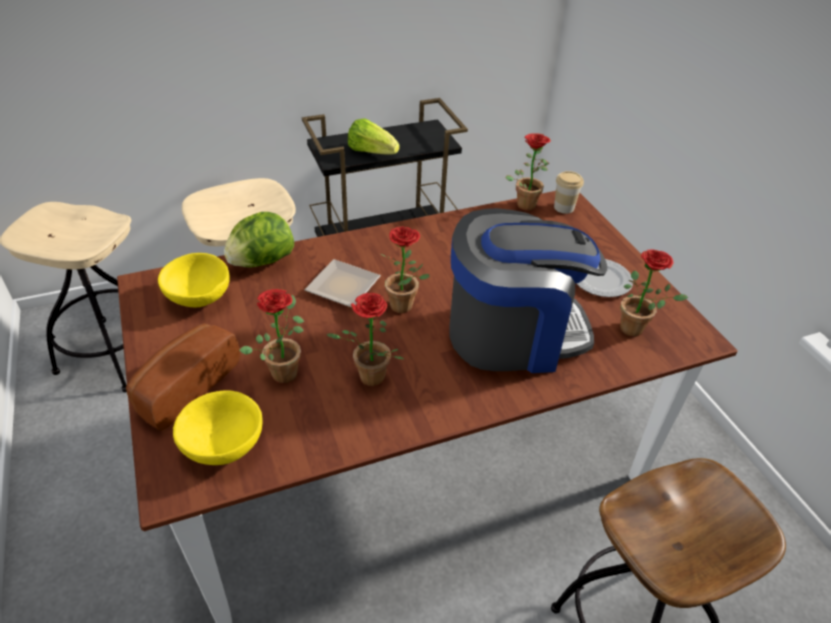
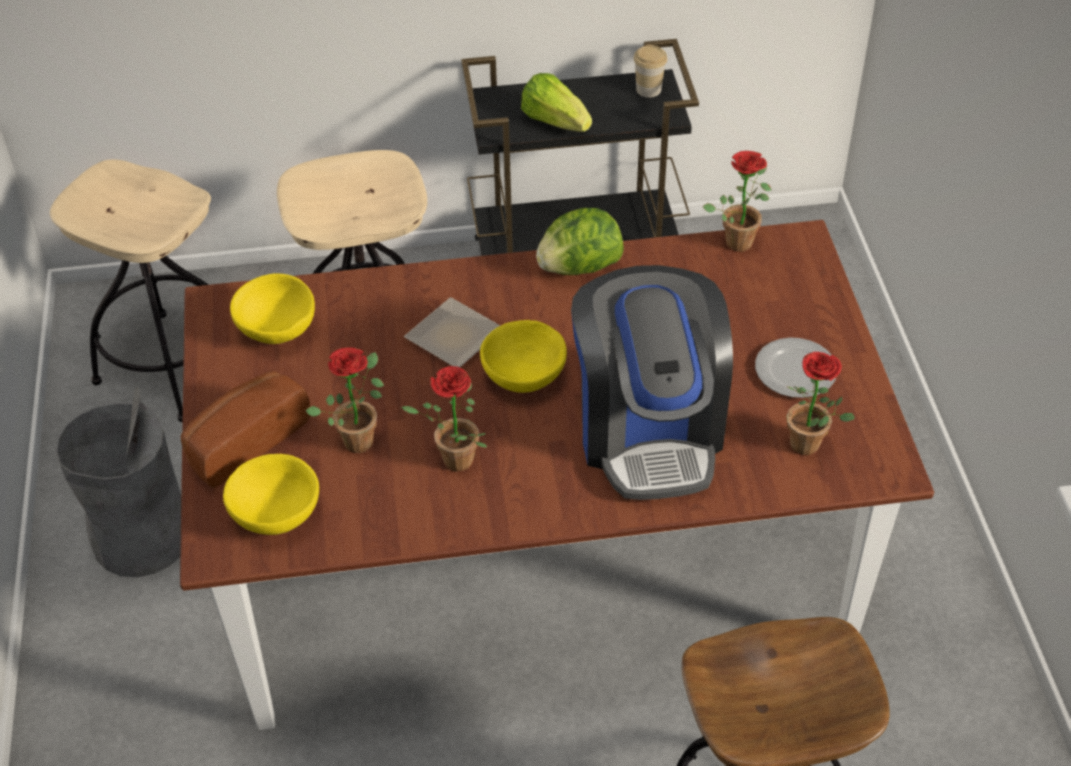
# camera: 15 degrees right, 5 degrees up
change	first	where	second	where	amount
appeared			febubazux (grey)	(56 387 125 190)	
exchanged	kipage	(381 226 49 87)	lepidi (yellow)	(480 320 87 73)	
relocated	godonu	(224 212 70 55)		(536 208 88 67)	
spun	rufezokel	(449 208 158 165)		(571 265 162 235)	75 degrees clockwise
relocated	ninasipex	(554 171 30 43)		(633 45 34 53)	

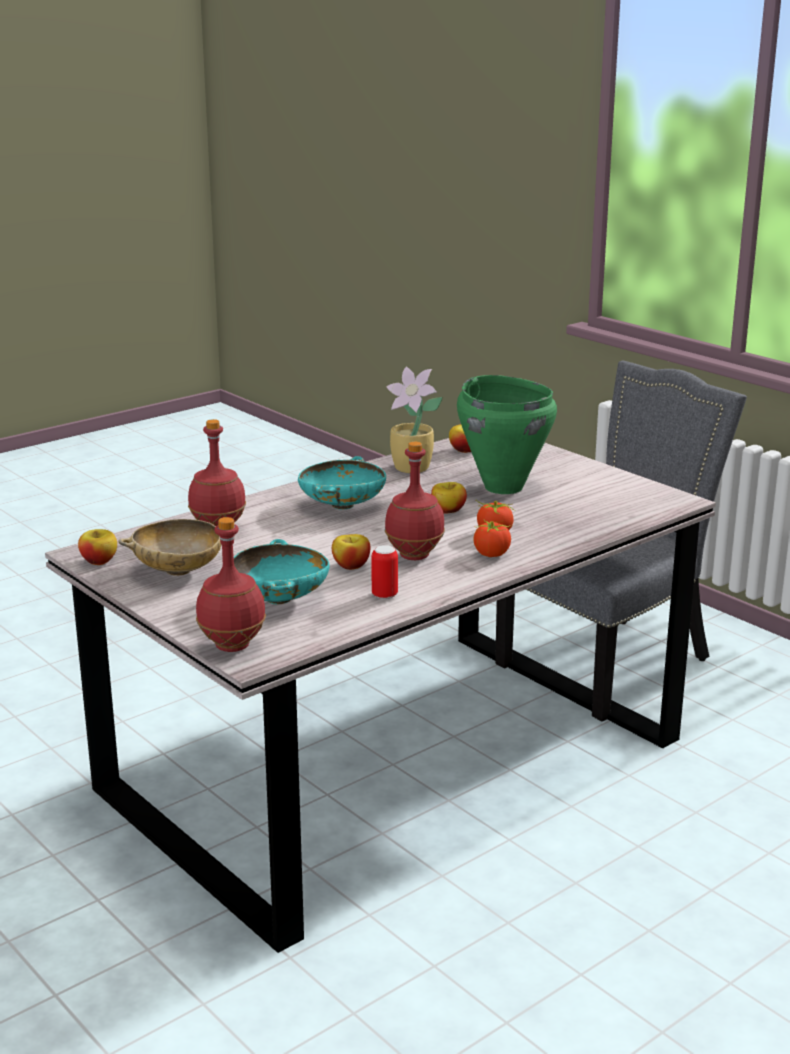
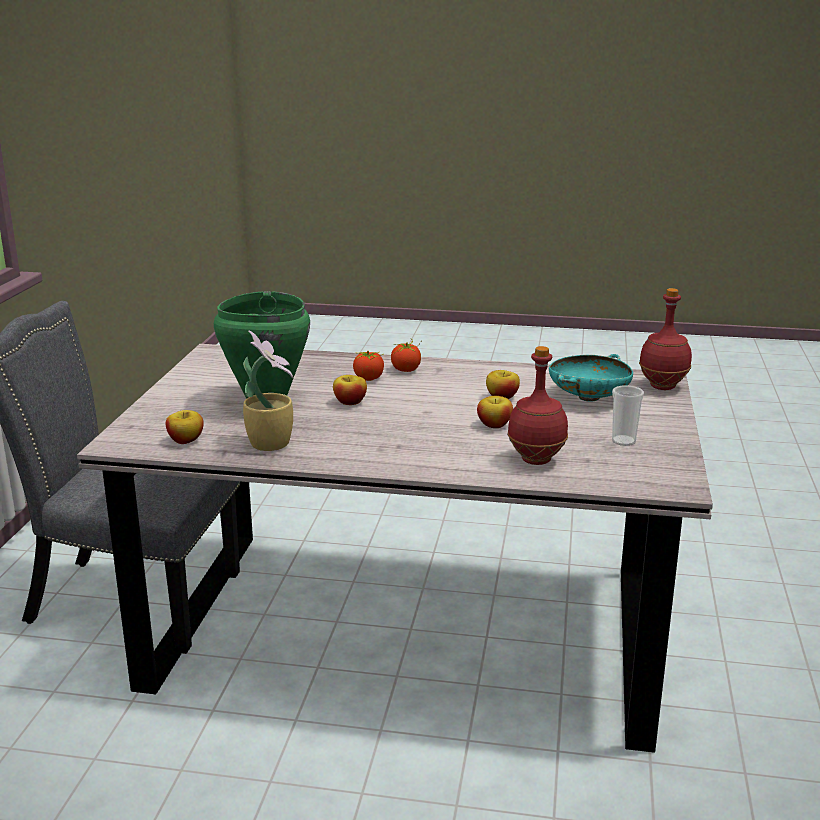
# camera: 130 degrees left, 0 degrees up
change	first	where	second	where	amount
relocated	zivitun	(78 529 39 36)		(477 396 36 32)	
exchanged	lepidi (beige)	(118 519 103 57)	ninasipex	(612 385 32 61)	
missing	lepidi (turquoise)	(298 456 88 54)			
missing	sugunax	(371 545 27 54)			
missing	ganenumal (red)	(385 442 60 118)			

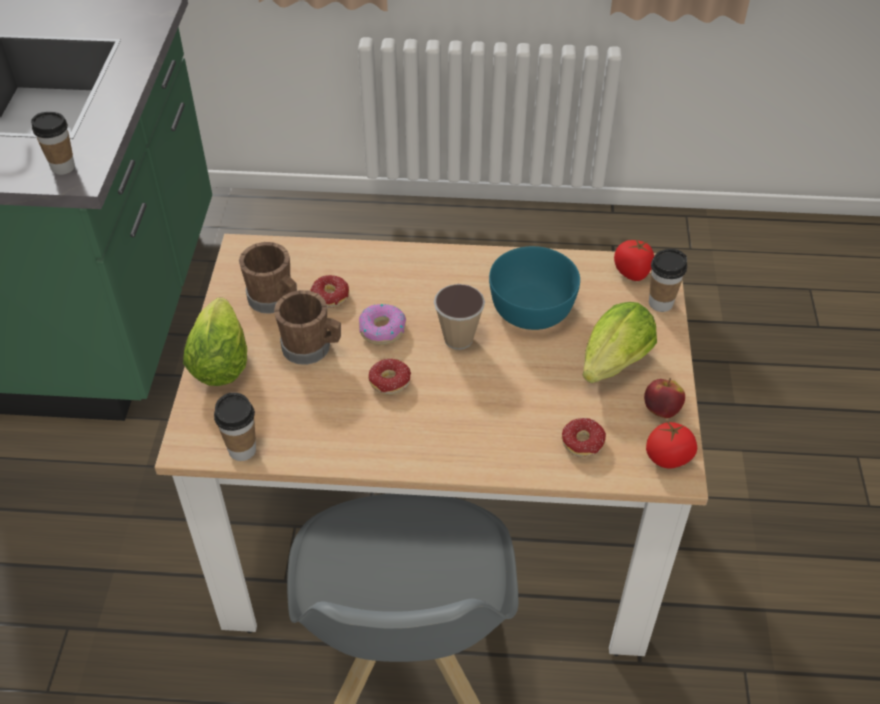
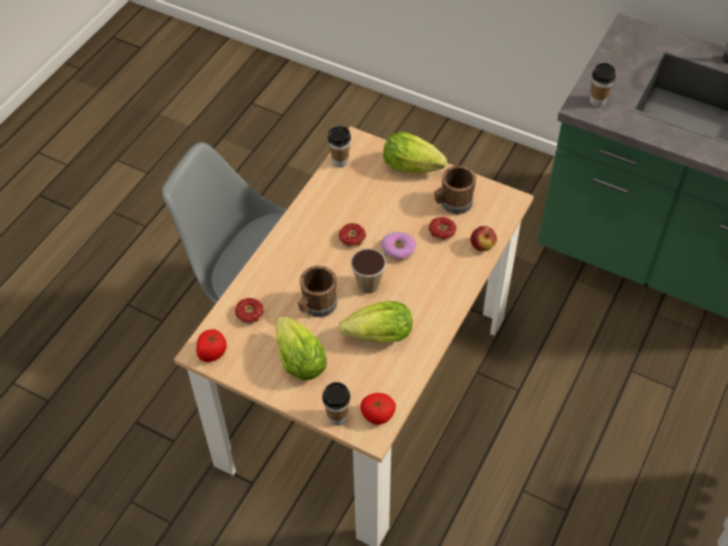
# camera: 115 degrees right, 5 degrees up
change	first	where	second	where	amount
relocated	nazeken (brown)	(274 290 67 75)		(298 266 39 51)	
exchanged	lepidi (turquoise)	(489 246 91 84)	godonu	(339 301 74 41)	
relocated	zivitun	(644 378 41 40)		(470 226 27 25)	

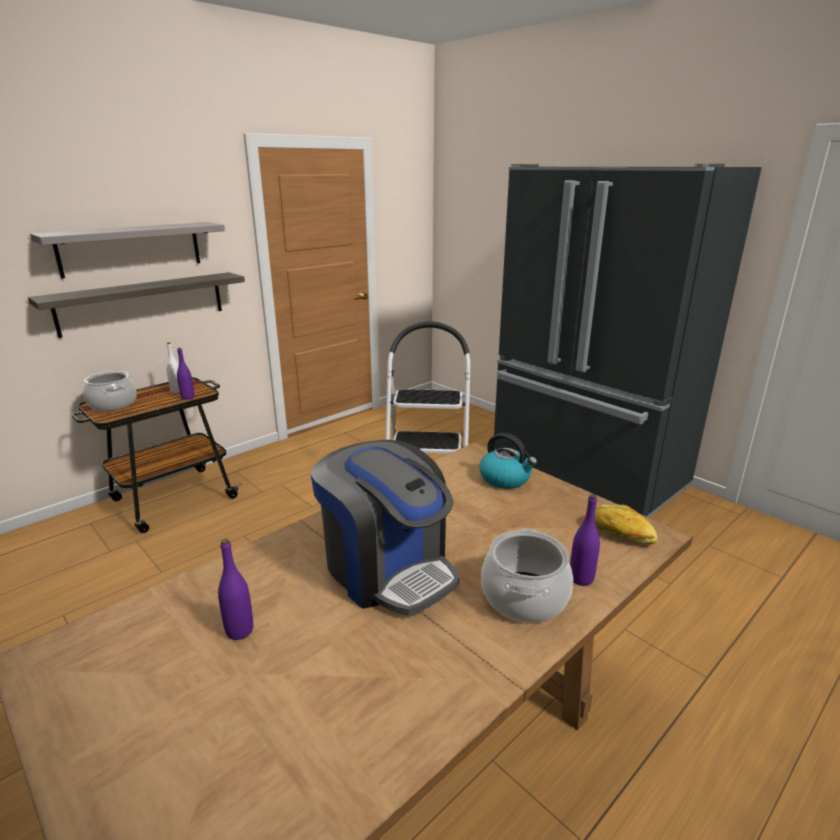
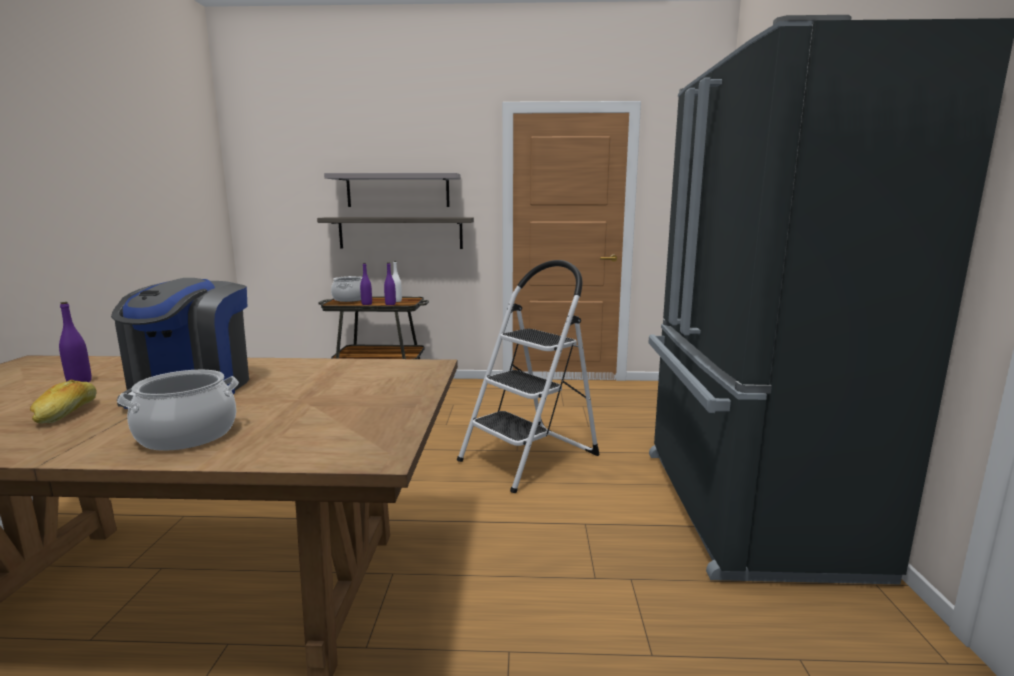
# camera: 45 degrees right, 10 degrees down
change	first	where	second	where	amount
relocated	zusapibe	(595 505 62 39)		(30 379 67 44)	
relocated	ganenumal (purple)	(570 494 30 92)		(360 263 12 42)	
missing	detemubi	(479 433 58 56)			

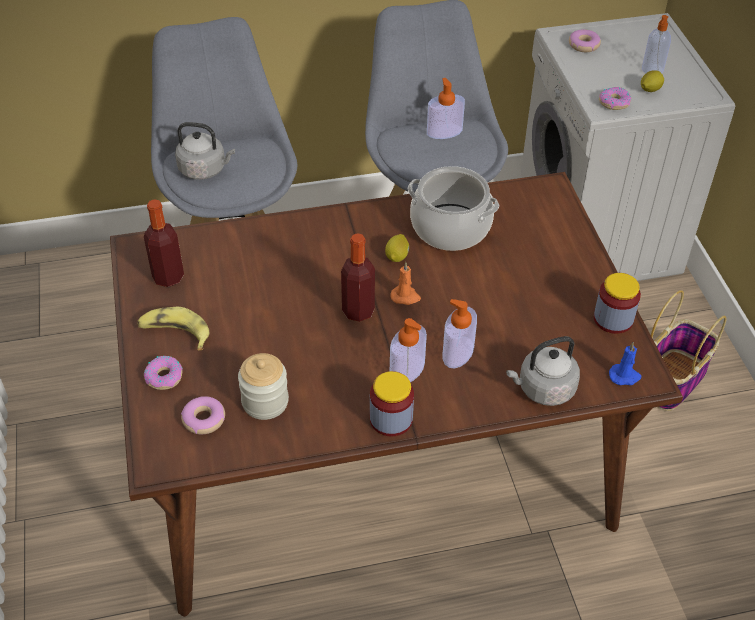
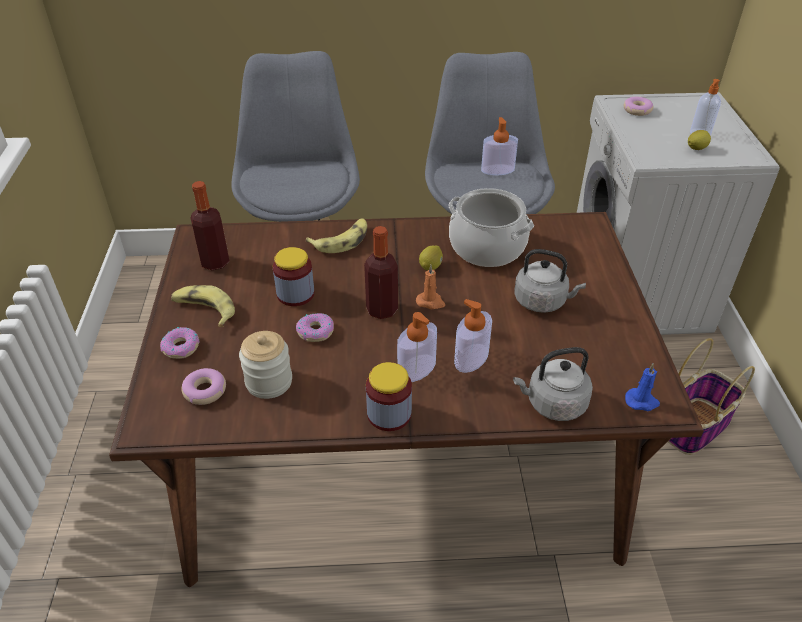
# camera: 10 degrees right, 5 degrees down
change	first	where	second	where	amount
relocated	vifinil	(594 273 47 61)		(273 247 41 59)	
relocated	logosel	(599 87 32 23)		(296 313 38 29)	
appeared			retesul	(306 218 61 35)	
relocated	detemubi (grey)	(175 122 60 58)		(514 249 72 64)	

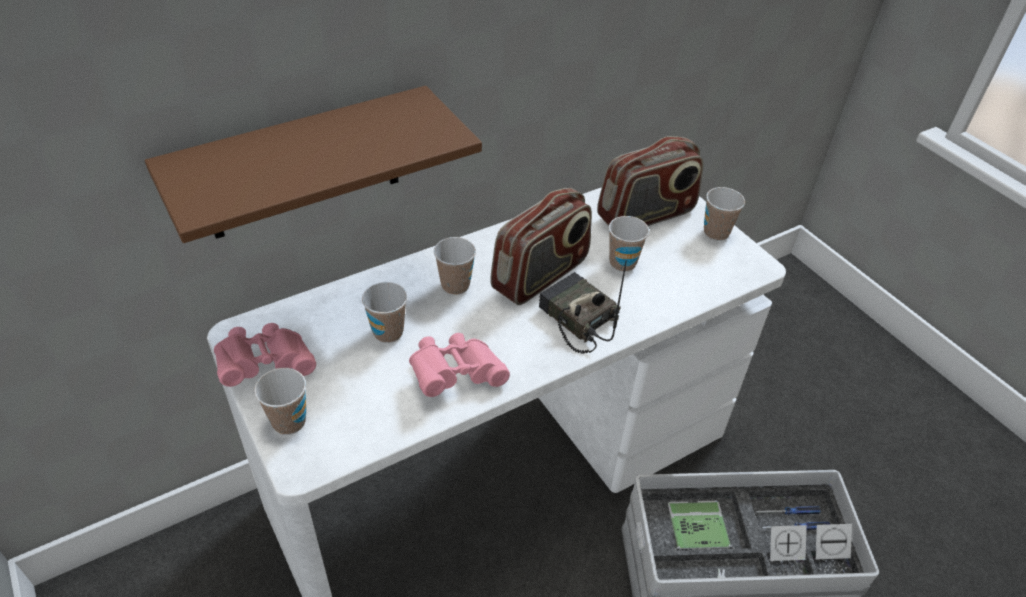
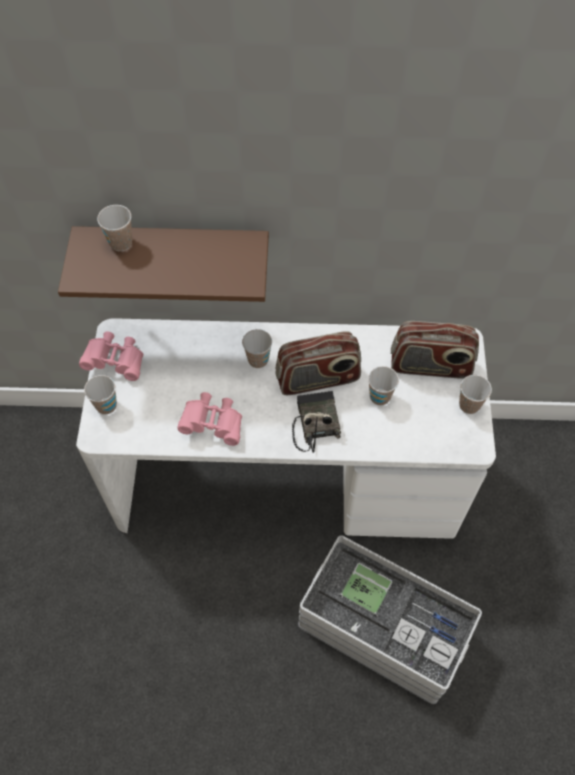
# camera: 35 degrees right, 15 degrees up
change	first	where	second	where	amount
relocated	ninasipex	(362 282 45 61)		(97 205 35 46)	

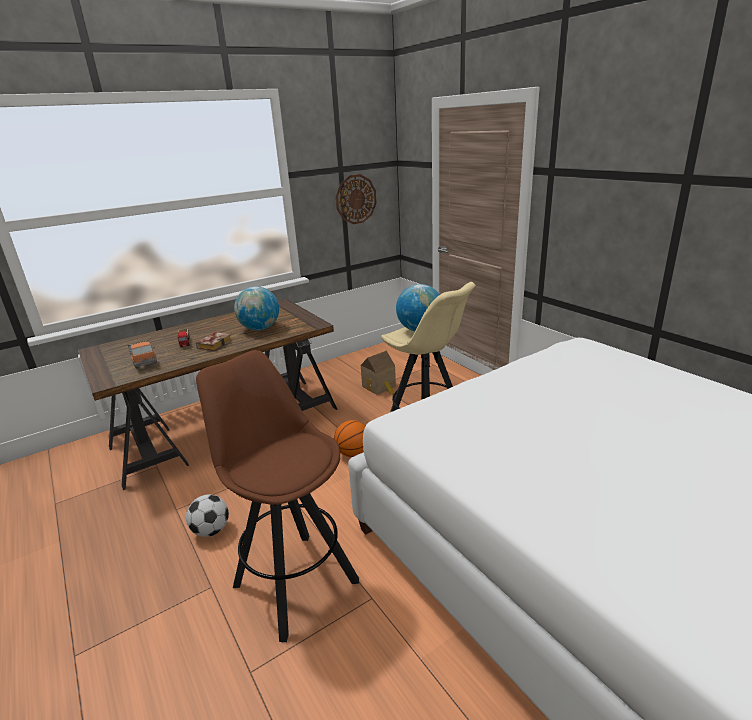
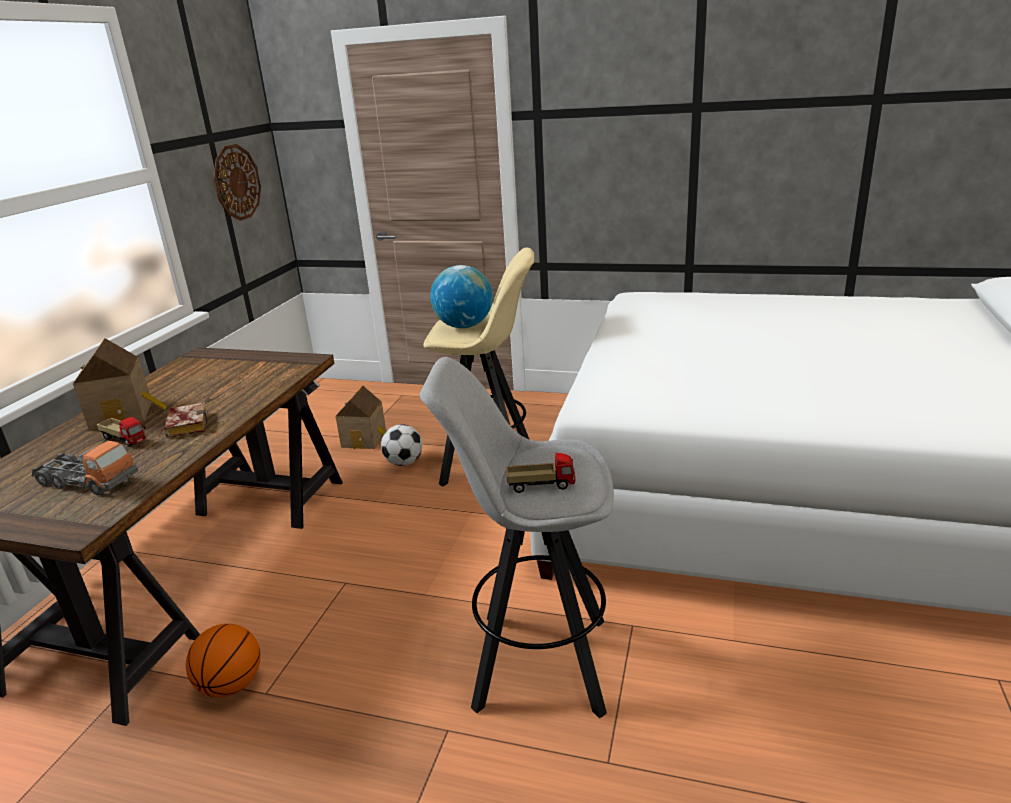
# camera: 40 degrees left, 0 degrees up
change	first	where	second	where	amount
appeared			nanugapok	(73 338 94 93)	
relocated	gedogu	(334 420 31 37)		(186 624 74 74)	
relocated	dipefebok	(186 494 43 43)		(381 424 42 42)	
colour	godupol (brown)	(196 350 163 292)	godupol (grey)	(420 357 194 361)	
appeared			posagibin	(506 453 70 40)	
missing	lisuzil	(234 286 45 44)			

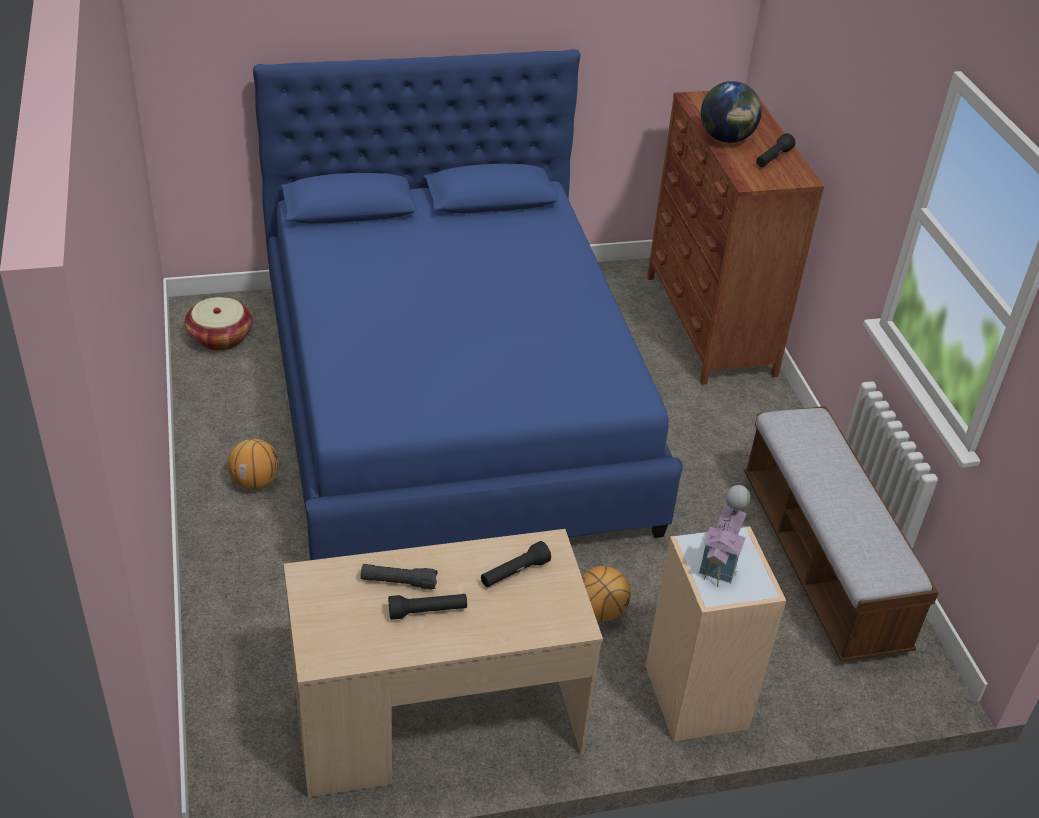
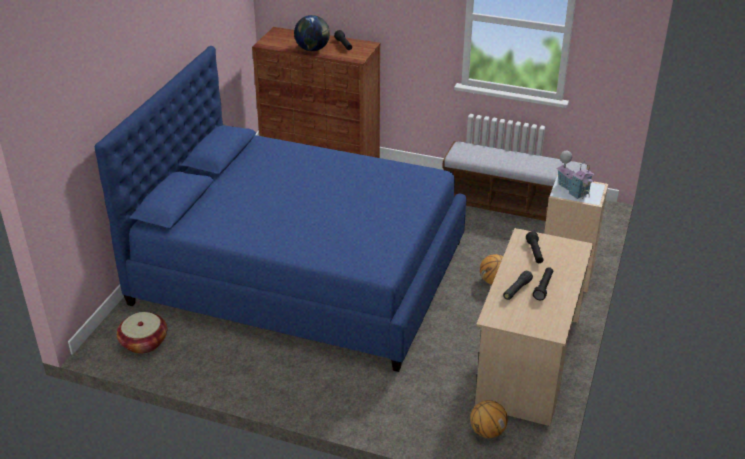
# camera: 55 degrees left, 5 degrees down
change	first	where	second	where	amount
relocated	gedogu	(228 439 51 50)		(470 400 38 38)	

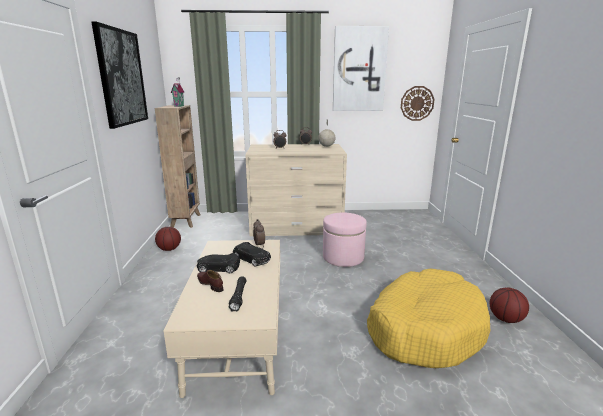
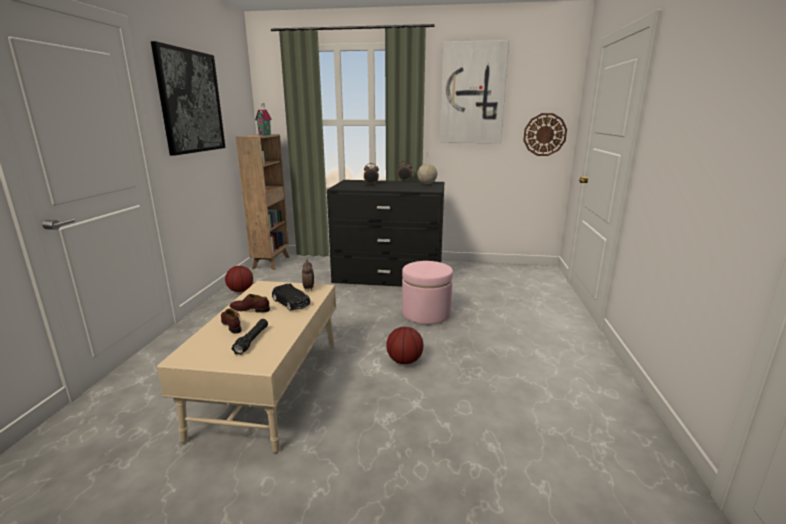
# camera: 10 degrees right, 0 degrees up
change	first	where	second	where	amount
exchanged	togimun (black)	(197 253 43 20)	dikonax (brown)	(230 294 40 19)	
colour	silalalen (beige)	(245 144 102 92)	silalalen (black)	(327 180 117 107)	
relocated	gedogu	(490 288 39 35)		(386 327 37 37)	
missing	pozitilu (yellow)	(367 269 123 99)			

